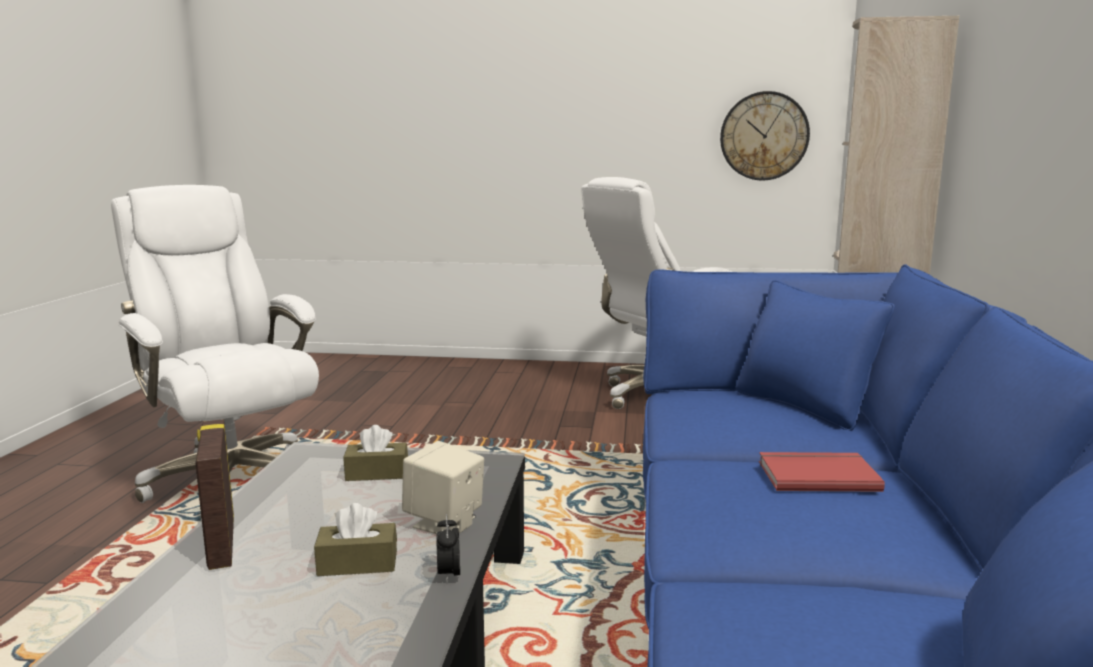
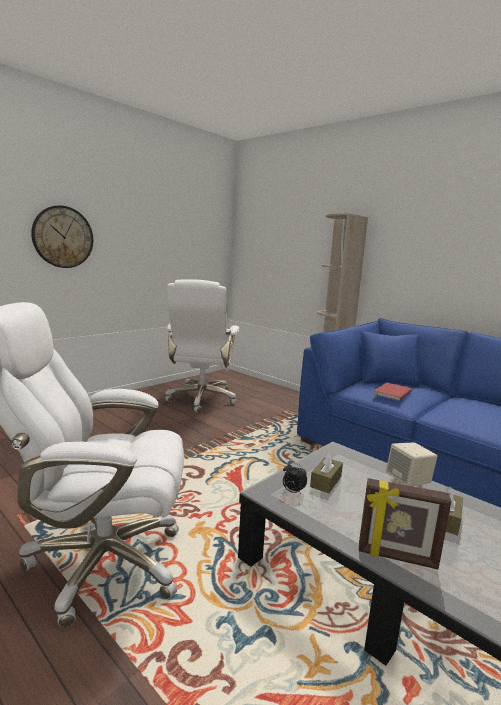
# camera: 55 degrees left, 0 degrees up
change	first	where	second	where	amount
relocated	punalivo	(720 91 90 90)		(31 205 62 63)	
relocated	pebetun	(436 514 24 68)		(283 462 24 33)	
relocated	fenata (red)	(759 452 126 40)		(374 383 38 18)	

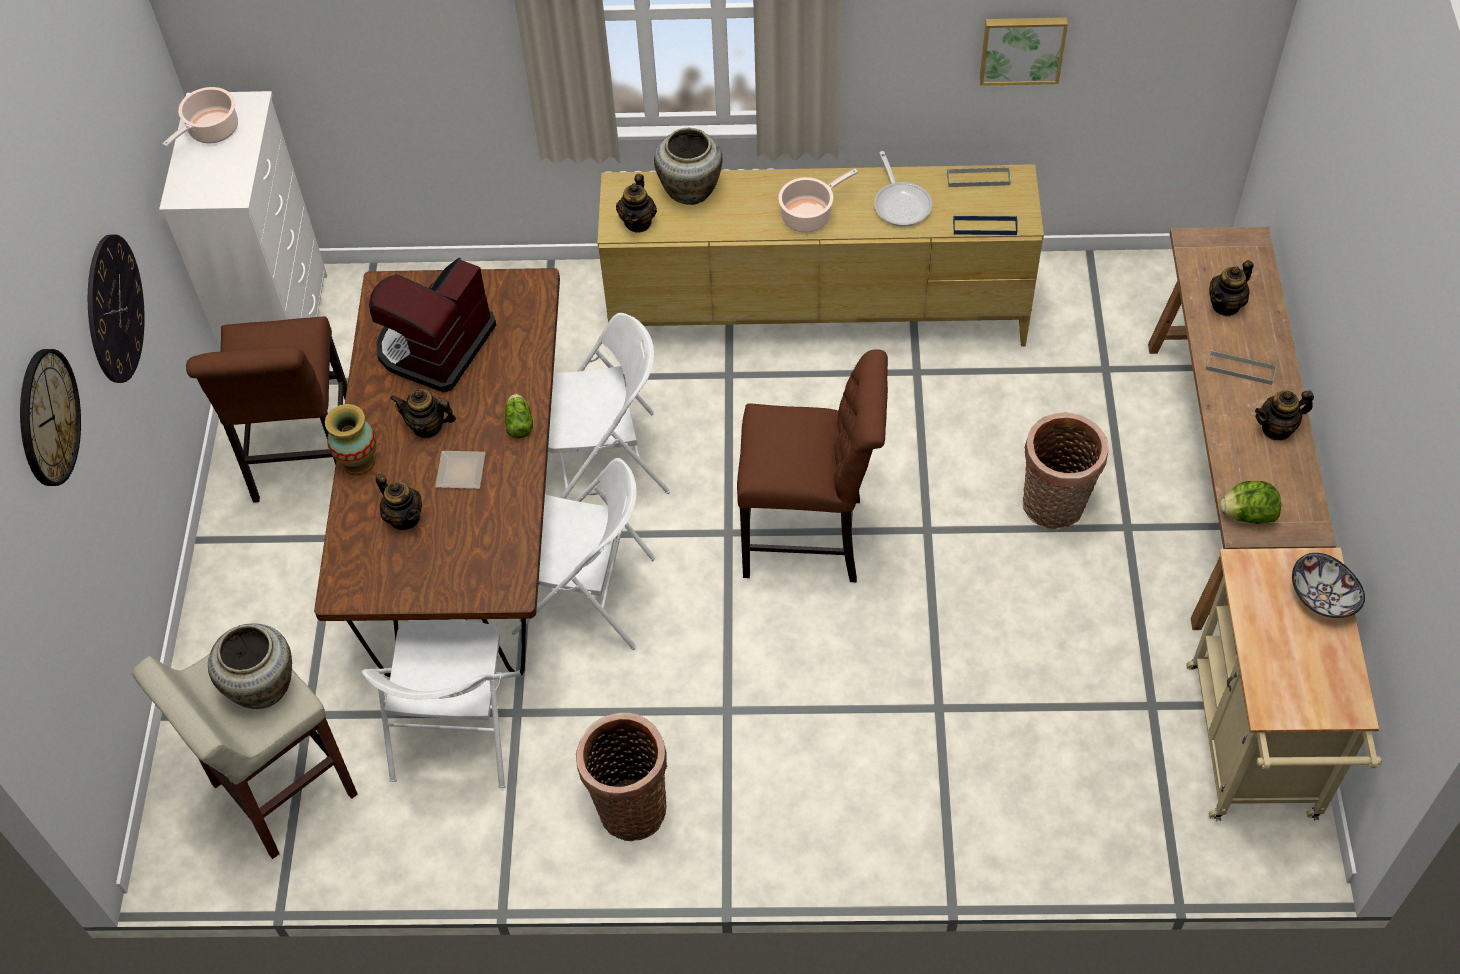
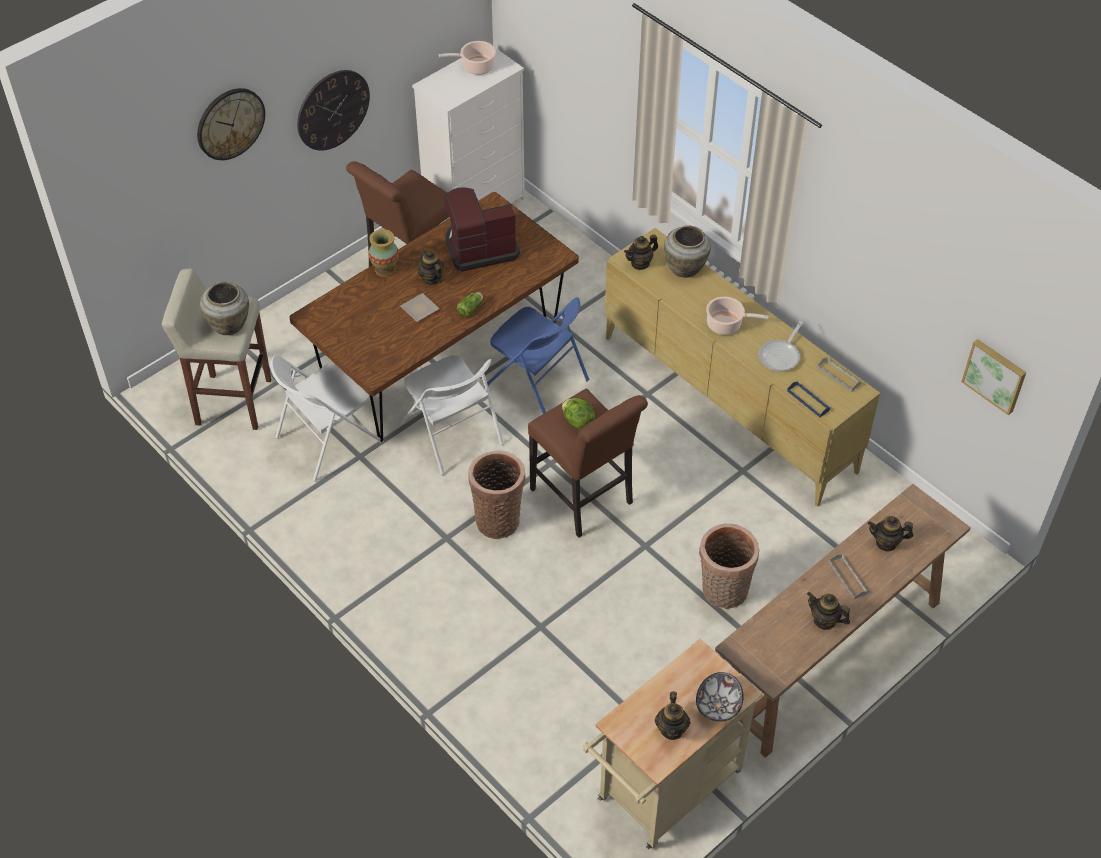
# camera: 45 degrees right, 5 degrees down
change	first	where	second	where	amount
relocated	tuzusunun	(576 713 91 128)		(468 450 58 89)	
colour	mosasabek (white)	(548 313 122 186)	mosasabek (blue)	(484 297 105 117)	
relocated	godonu	(1220 481 61 43)		(562 398 33 32)	
relocated	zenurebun	(376 474 46 56)		(655 691 36 49)	
relocated	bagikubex	(979 17 89 69)		(961 339 65 76)	

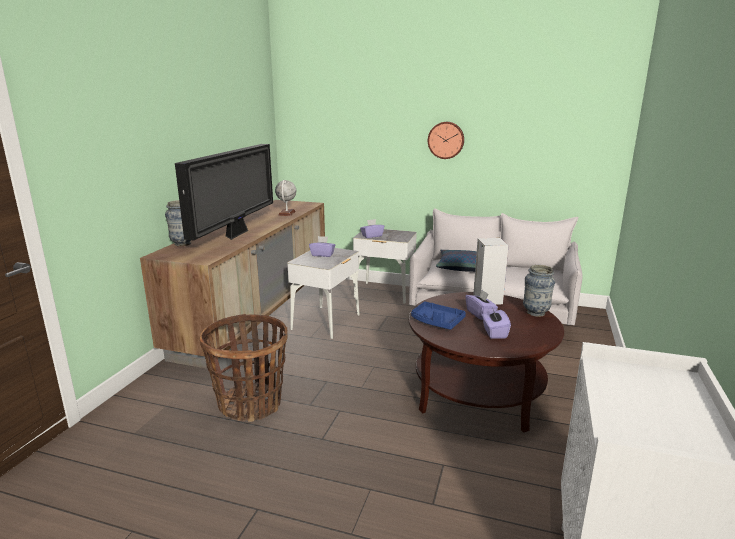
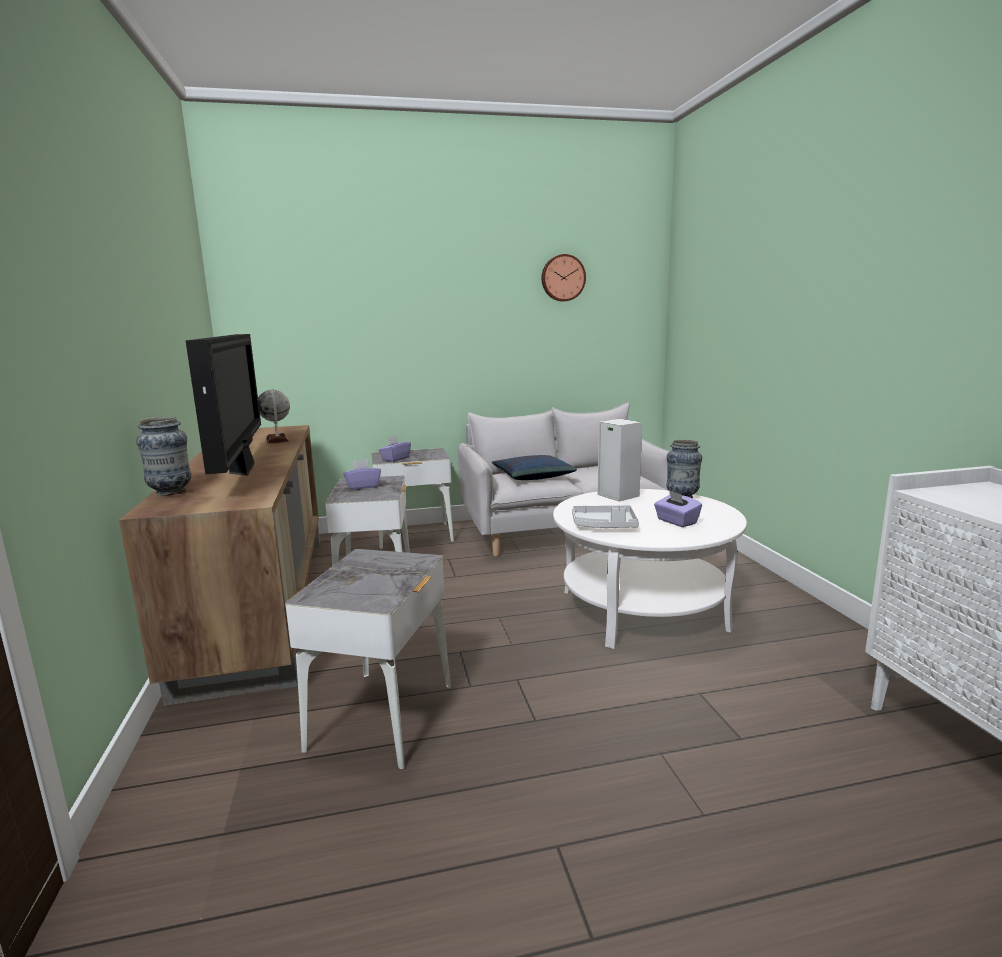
# camera: 30 degrees left, 5 degrees down
change	first	where	second	where	amount
exchanged	tuzusunun	(200 314 87 108)	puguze	(285 549 166 220)	
relocated	punalivo	(428 122 36 37)		(542 254 44 48)	
colour	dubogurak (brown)	(409 292 155 141)	dubogurak (white)	(553 489 194 160)	
colour	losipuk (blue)	(411 302 55 28)	losipuk (grey)	(572 505 67 23)	
missing	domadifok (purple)	(465 290 33 30)			

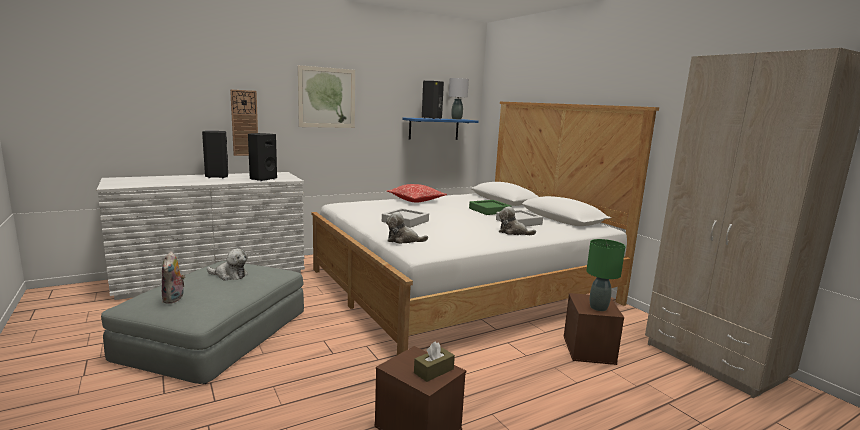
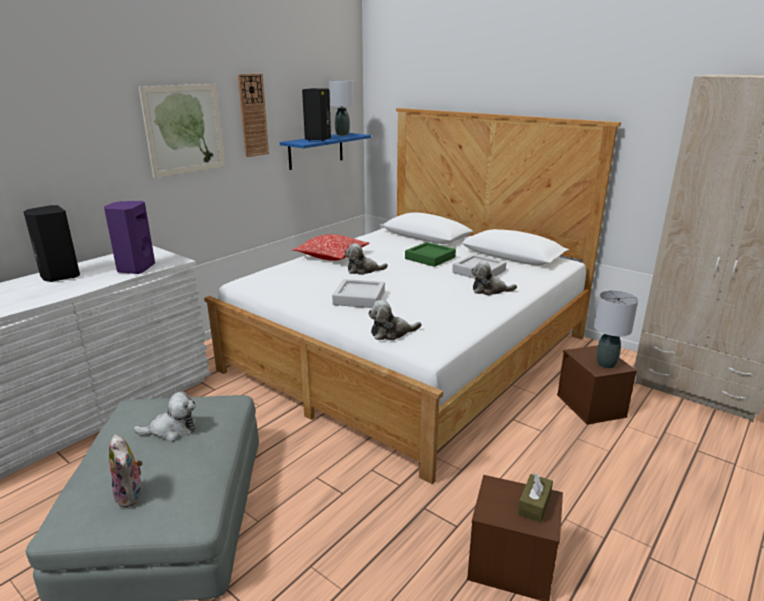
# camera: 20 degrees left, 10 degrees up
change	first	where	second	where	amount
colour	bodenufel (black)	(248 133 29 48)	bodenufel (purple)	(104 201 51 73)	
relocated	punalivo	(230 89 28 67)		(237 74 32 83)	
appeared			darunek	(345 243 43 32)	
colour	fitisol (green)	(586 239 39 72)	fitisol (grey)	(594 290 44 78)	

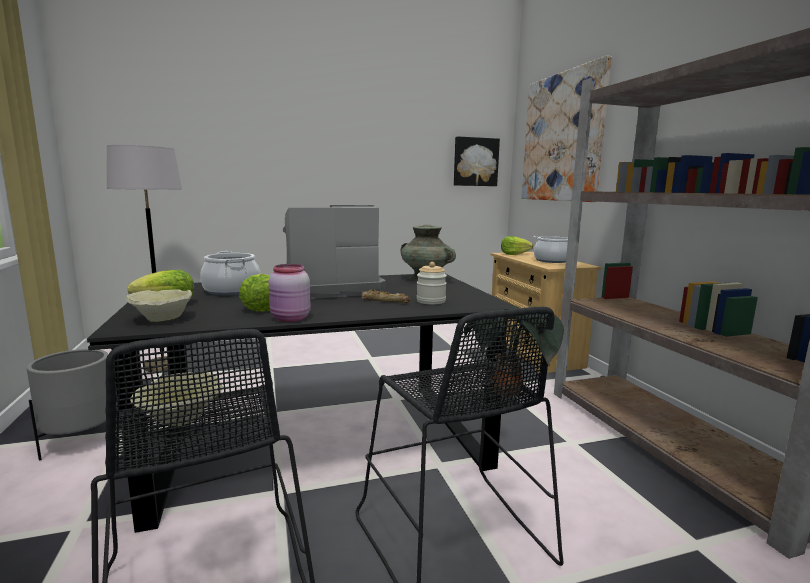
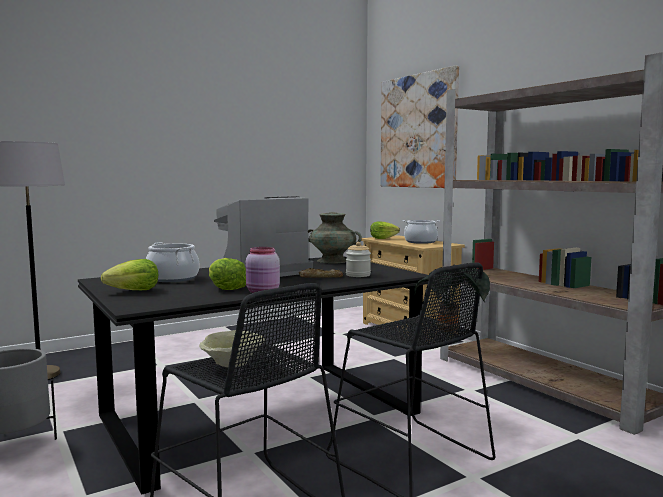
# camera: 15 degrees left, 5 degrees down
change	first	where	second	where	amount
missing	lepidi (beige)	(125 289 67 33)			
missing	bagikubex	(454 136 46 50)			

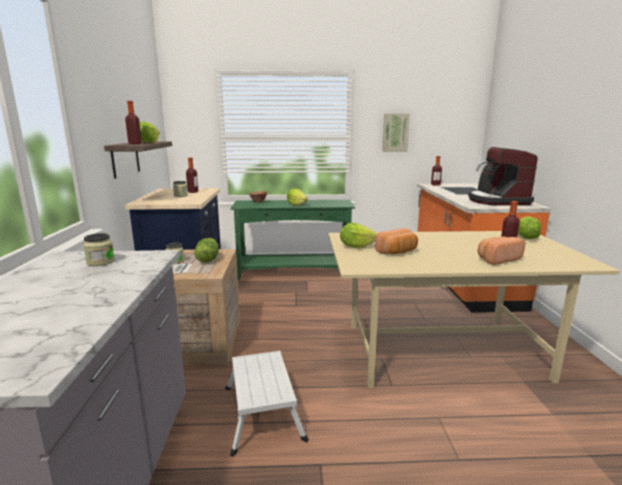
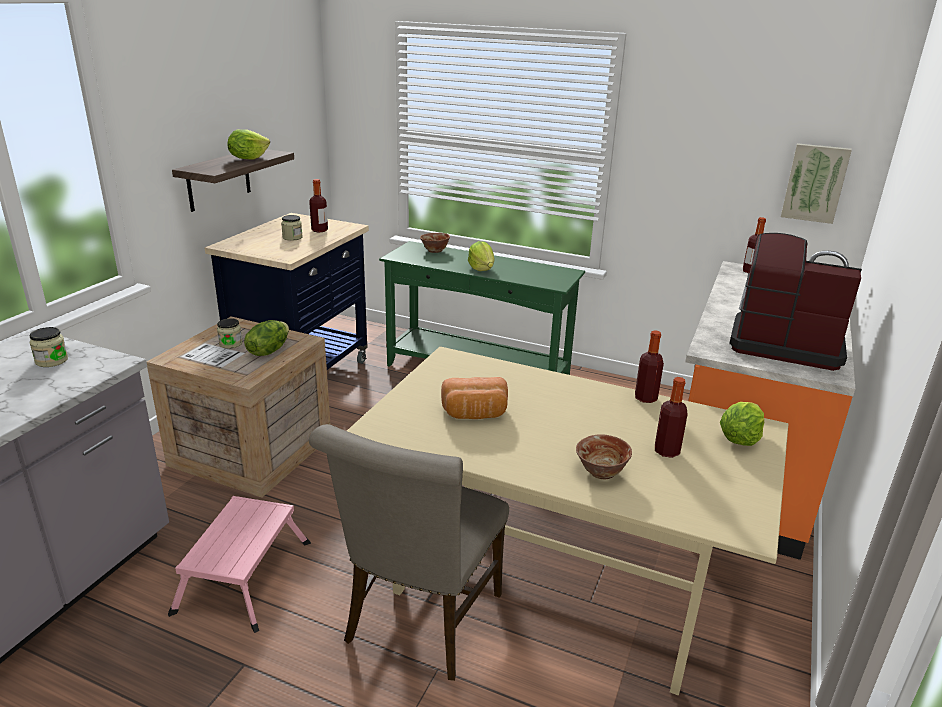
# camera: 25 degrees right, 10 degrees up
change	first	where	second	where	amount
colour	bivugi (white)	(225 351 84 106)	bivugi (pink)	(168 496 143 137)	
appeared			mosasabek (beige)	(309 424 200 257)	
exchanged	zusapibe	(478 236 47 29)	lepidi	(576 434 56 45)	
relocated	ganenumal	(125 101 17 43)		(635 330 29 73)	
spun	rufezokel	(468 147 70 59)		(729 233 133 138)	90 degrees clockwise
relocated	bagikubex	(382 114 28 38)		(781 143 71 81)	
missing	godonu	(340 223 38 25)			

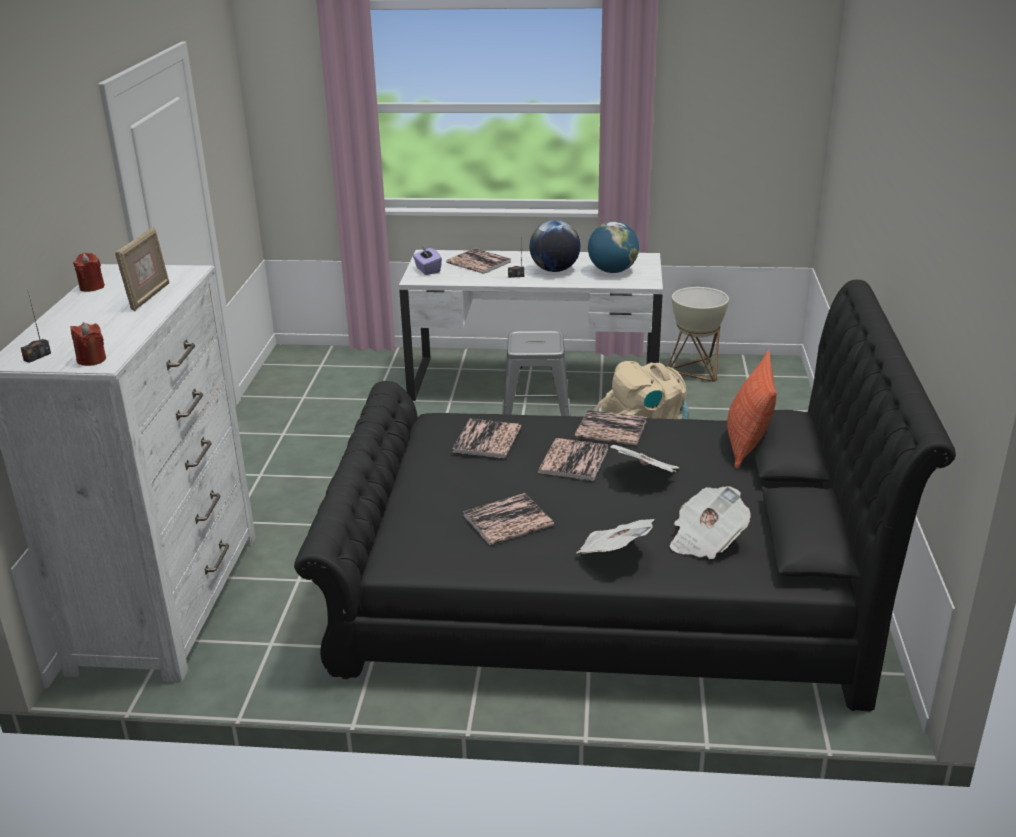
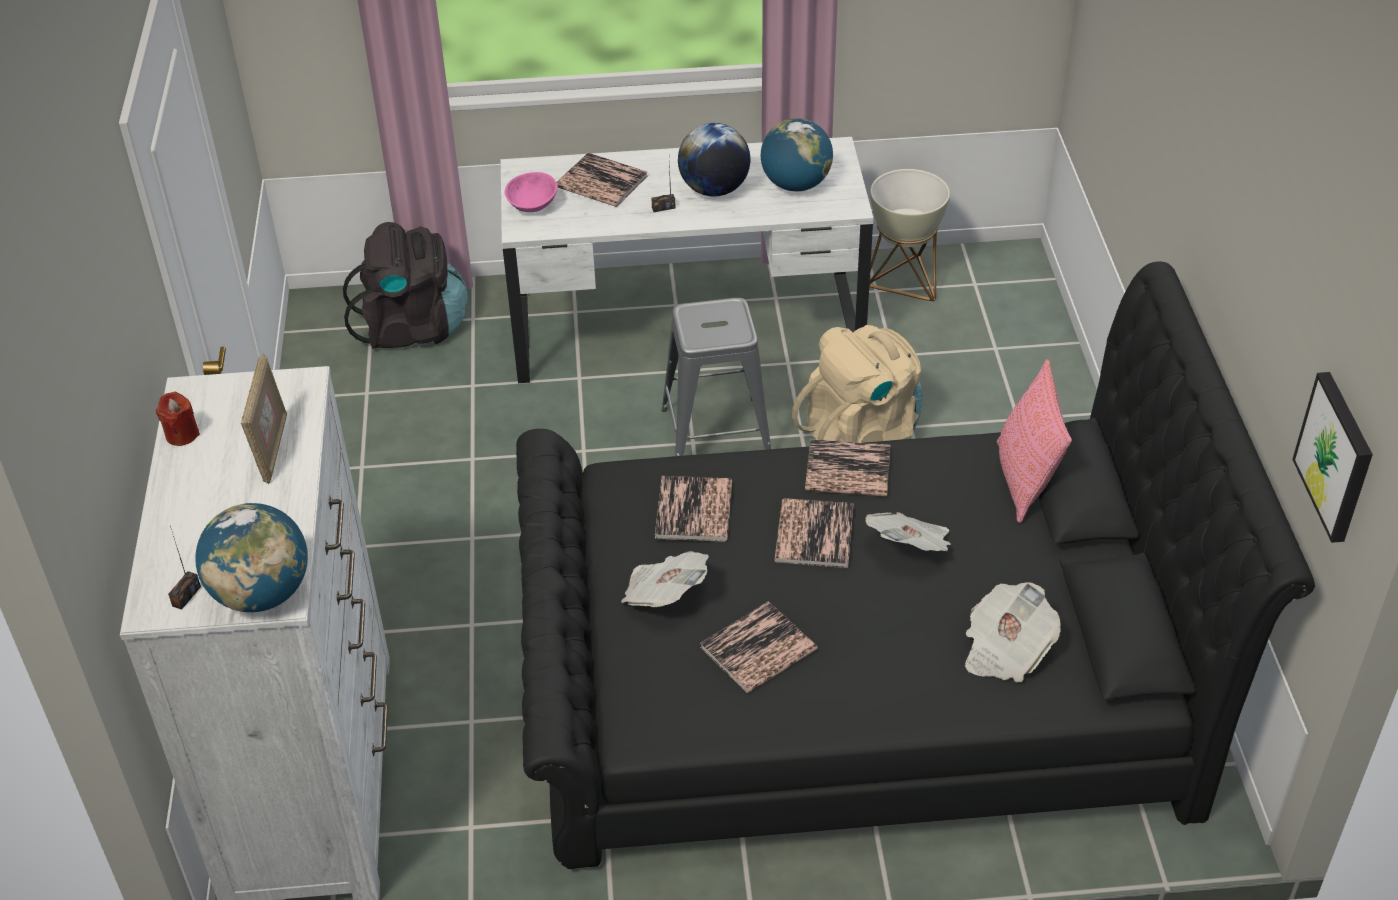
# camera: 10 degrees left, 15 degrees up
change	first	where	second	where	amount
exchanged	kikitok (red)	(70 323 36 43)	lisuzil	(195 503 113 109)	
appeared			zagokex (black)	(343 222 125 127)	
exchanged	domadifok (purple)	(413 246 29 29)	lepidi (pink)	(505 172 52 40)	
relocated	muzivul	(576 519 79 35)		(621 551 88 56)	
colour	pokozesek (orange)	(727 351 50 118)	pokozesek (pink)	(997 359 75 164)	
appeared			bagikubex	(1292 372 81 171)	

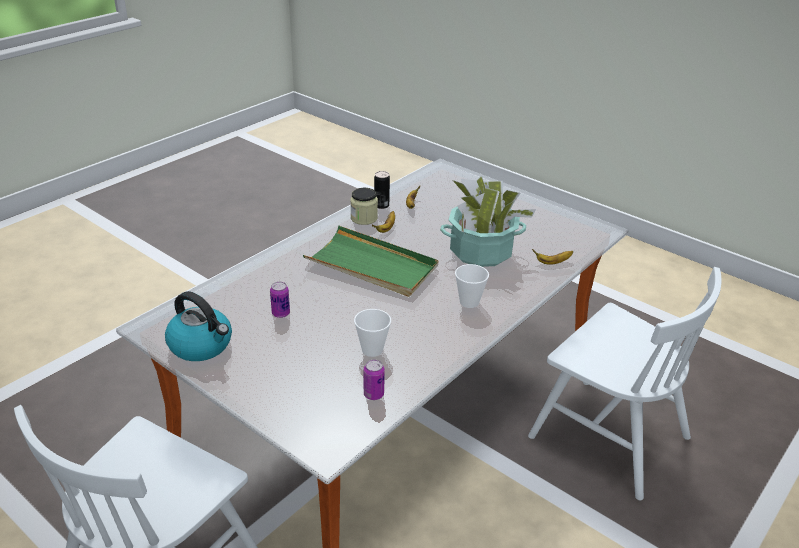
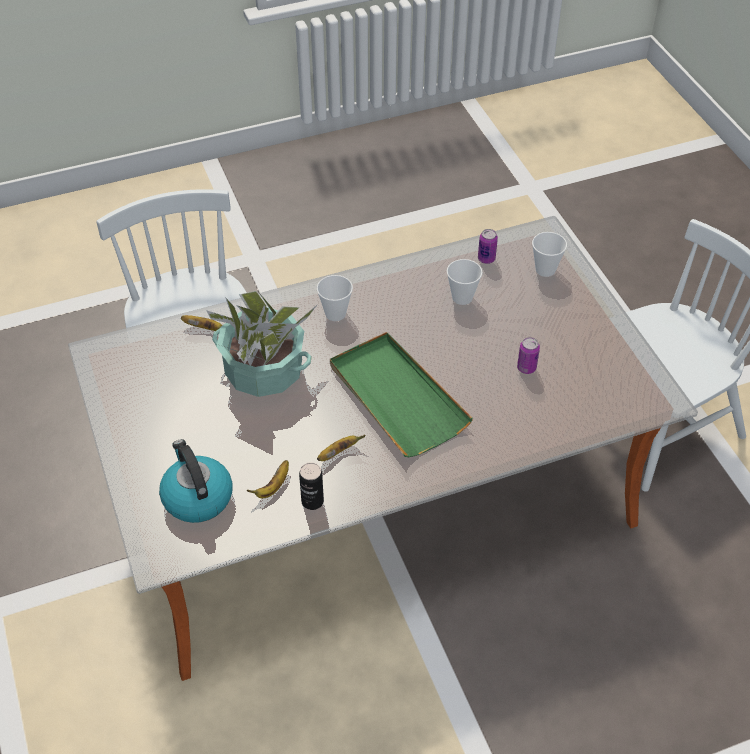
# camera: 150 degrees left, 15 degrees up
change	first	where	second	where	amount
relocated	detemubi	(165 291 67 70)		(159 439 74 84)	
appeared			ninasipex	(532 232 35 45)	
missing	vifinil	(350 188 28 37)			

